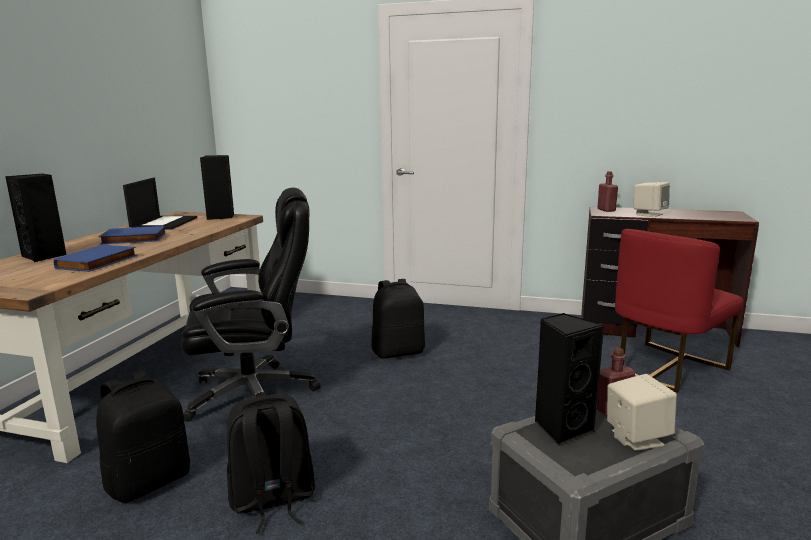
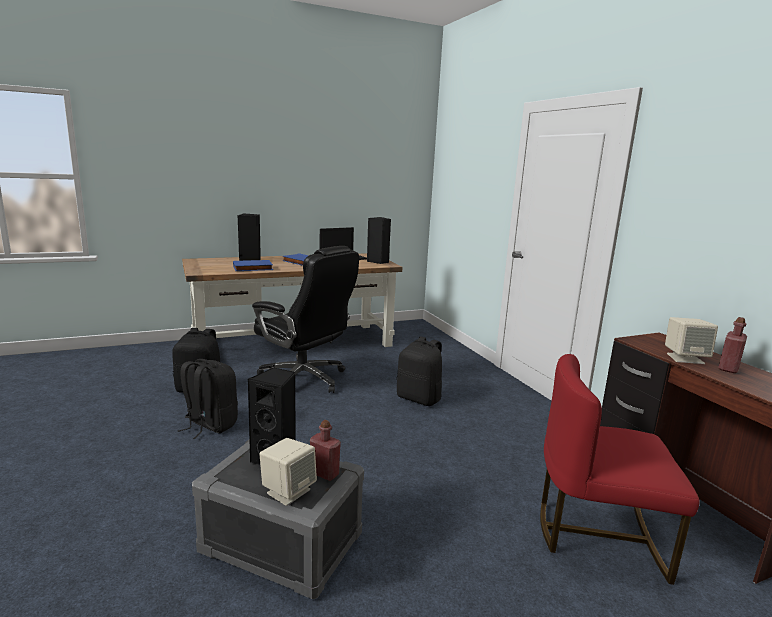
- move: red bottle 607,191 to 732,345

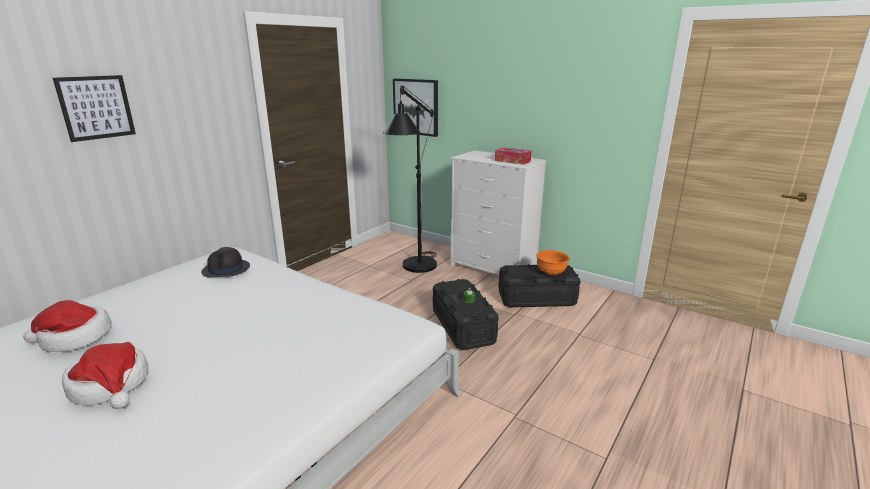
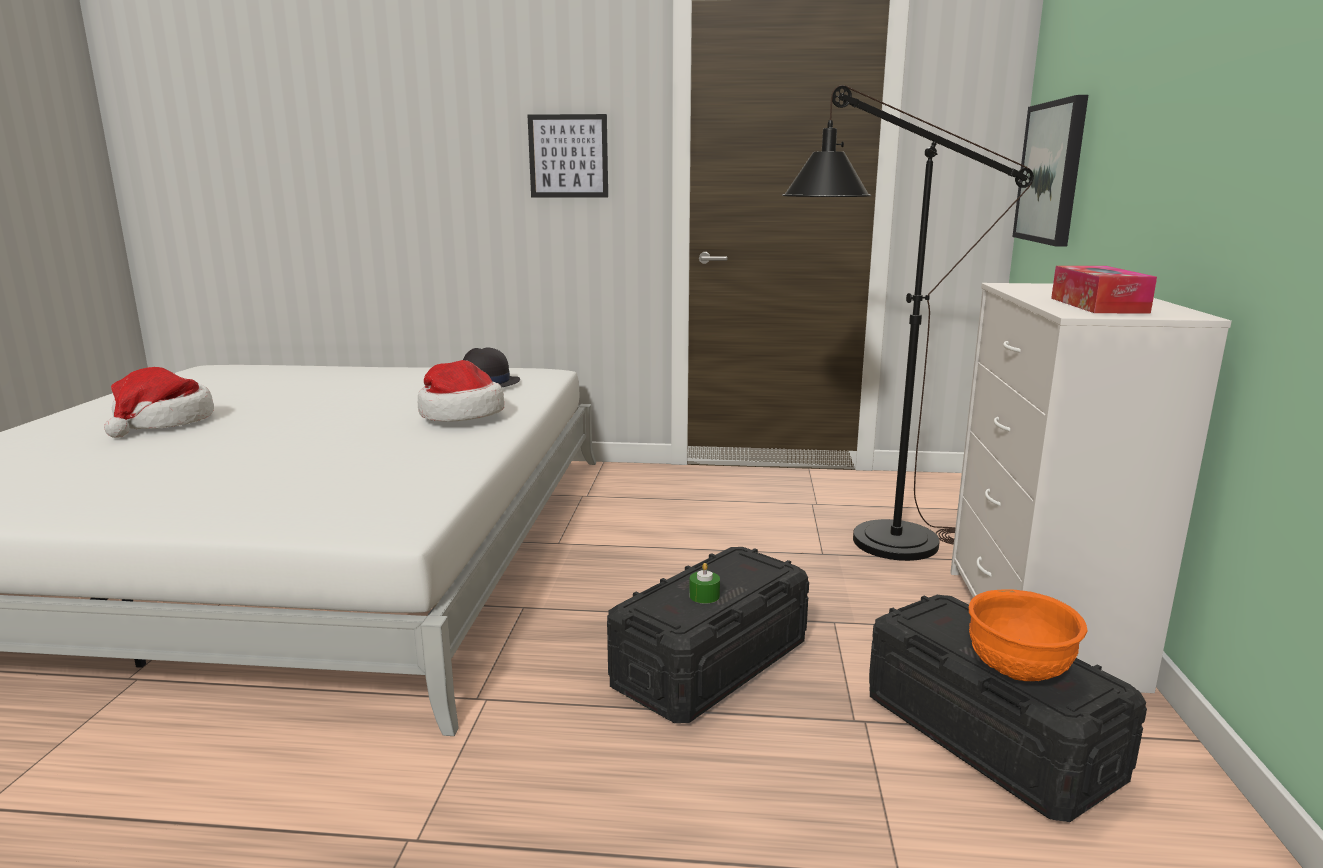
- move: picture 94,108 to 568,156
- move: hat 67,326 to 461,391

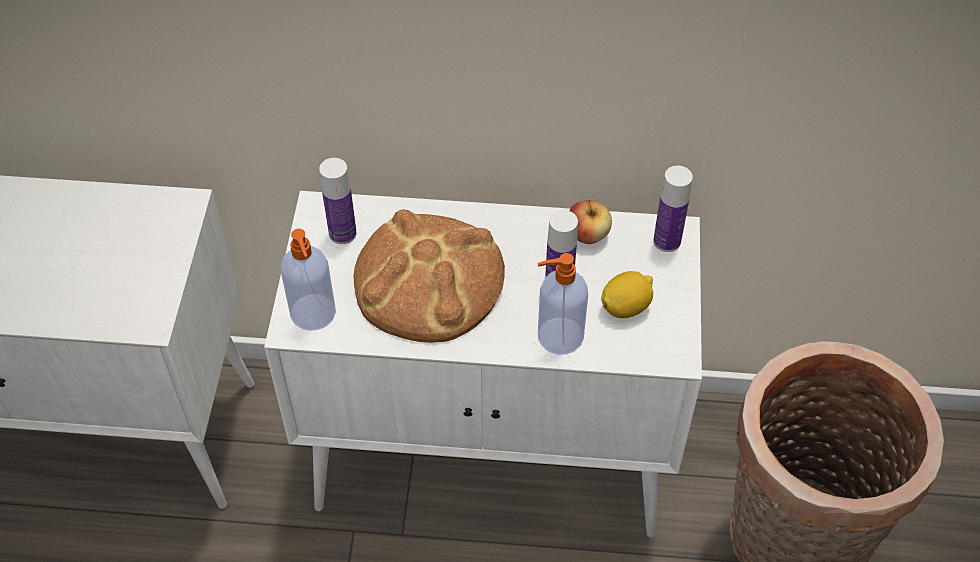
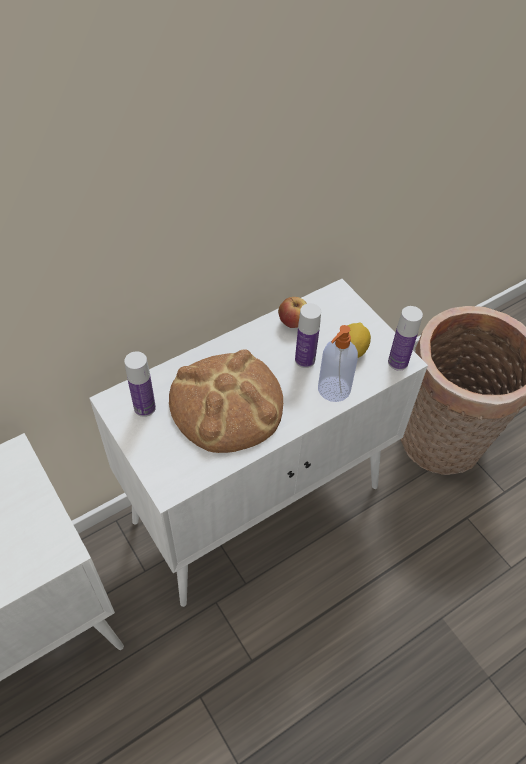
- move: bottle 673,208 to 405,338
- delete: soap dispenser 308,280

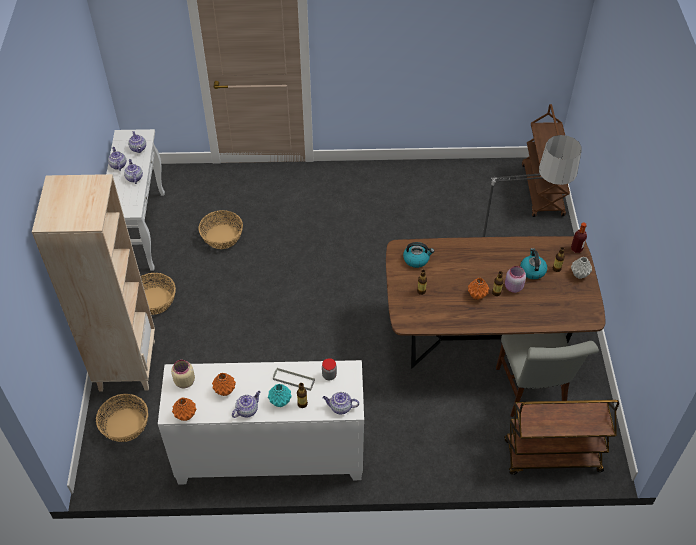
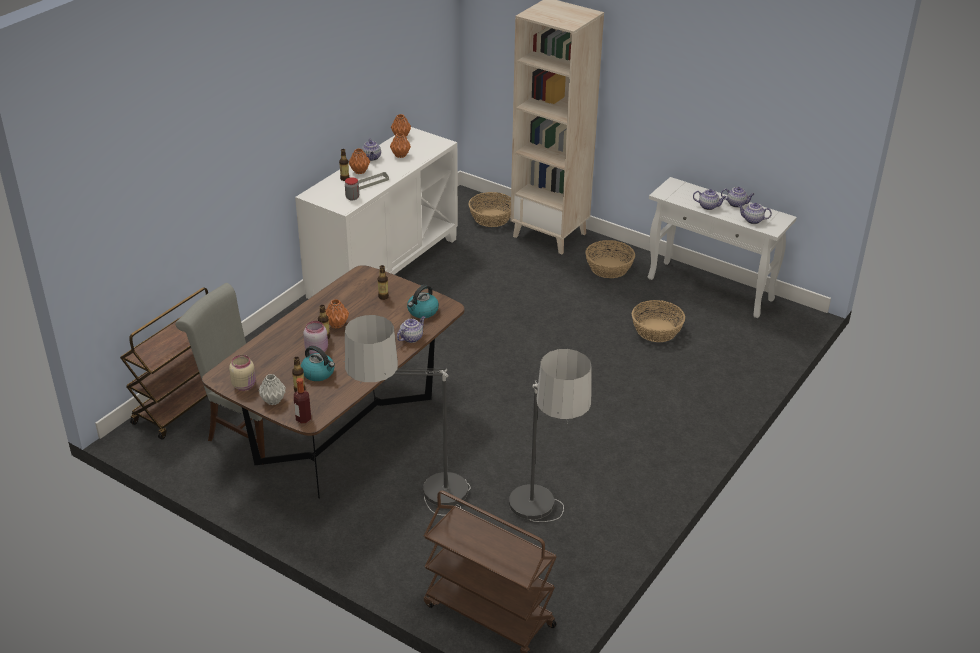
- move: beige jar 183,374 to 242,373
- recolor: turquoise vase 280,395 to orange vase 359,161
- move: teapot 340,403 to 411,329
- insert: floor lamp 550,435

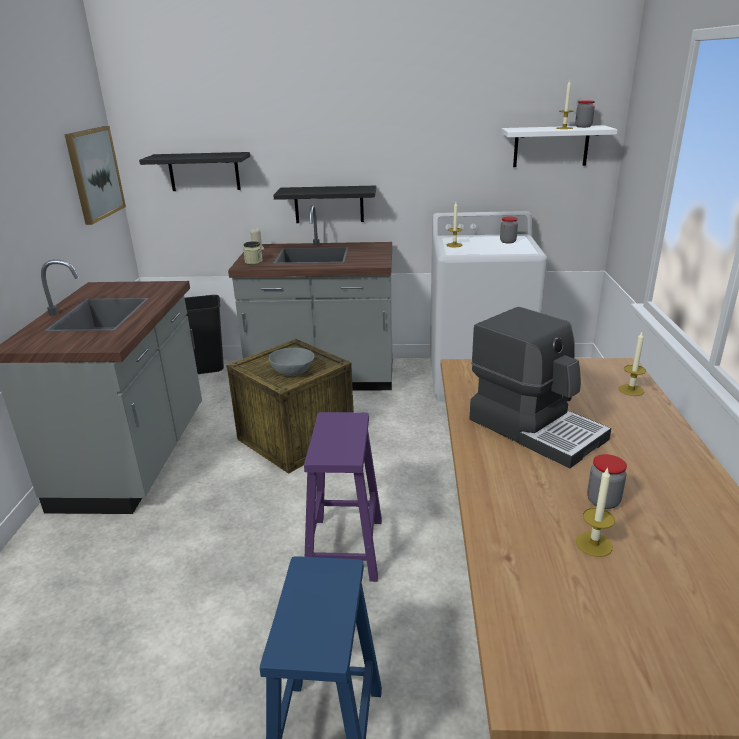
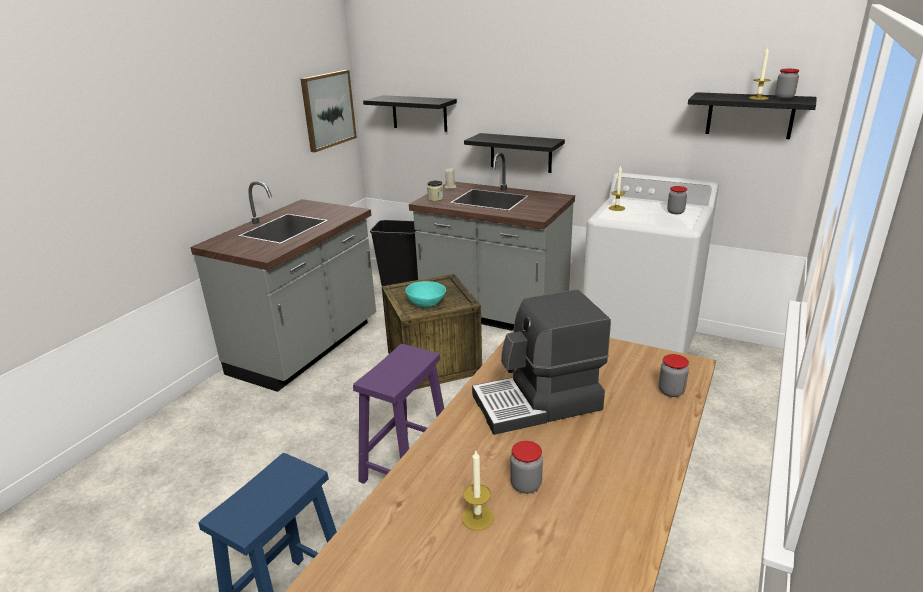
- recolor: white shelf 559,146 to black shelf 752,115
- rotate: coffee machine 540,387 = 541,362 90 degrees clockwise
- replace: candle 632,364 to jar 674,375
- recolor: grey bowl 291,362 to turquoise bowl 425,294

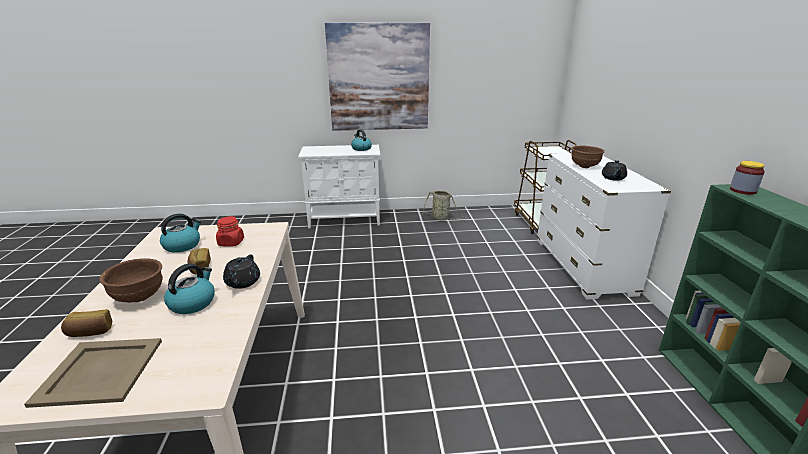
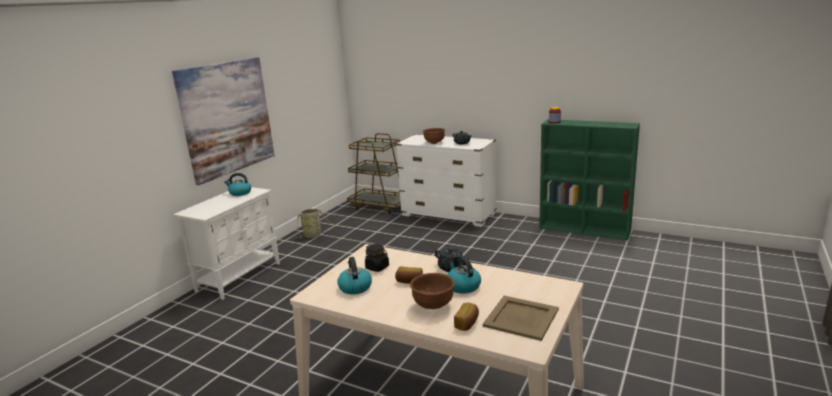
- recolor: red jar 230,231 to black jar 377,258

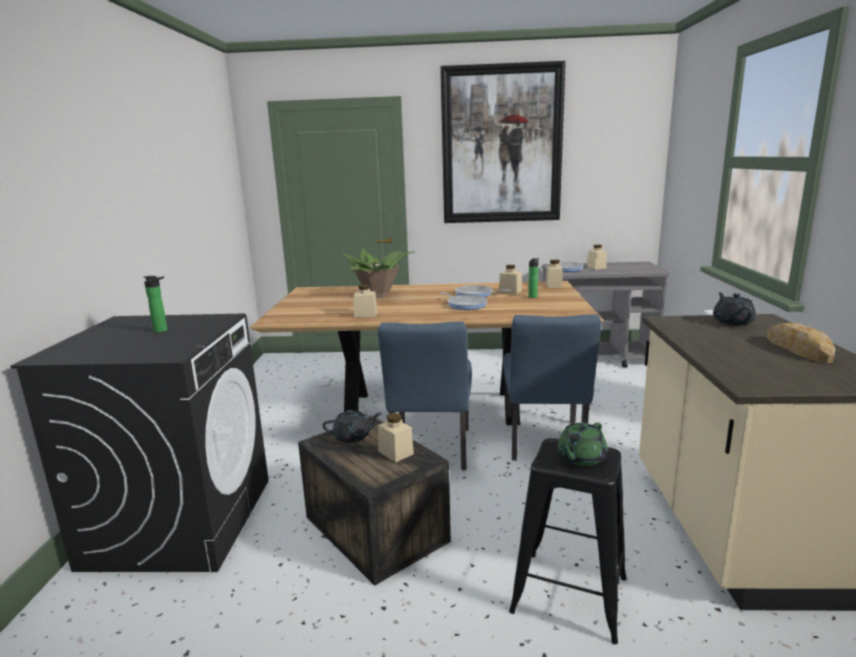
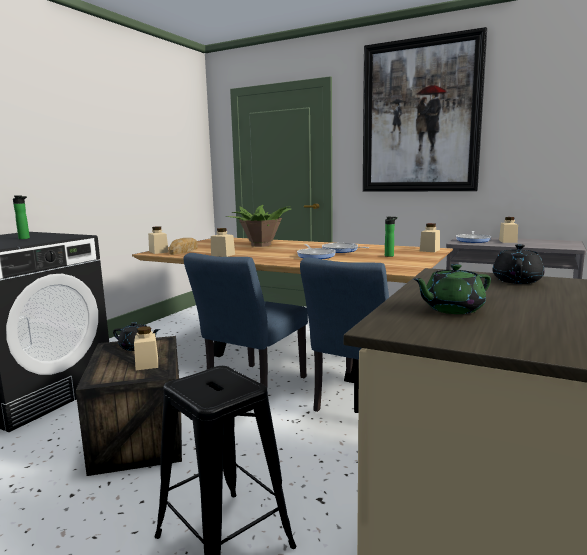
- move: beige jar 510,279 to 158,240
- move: bread 800,343 to 183,246
- move: green teapot 582,444 to 452,289

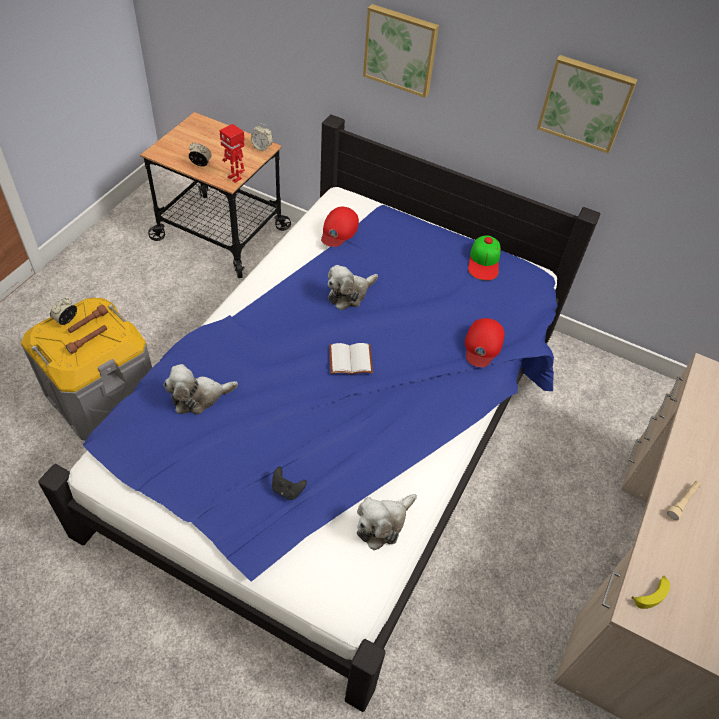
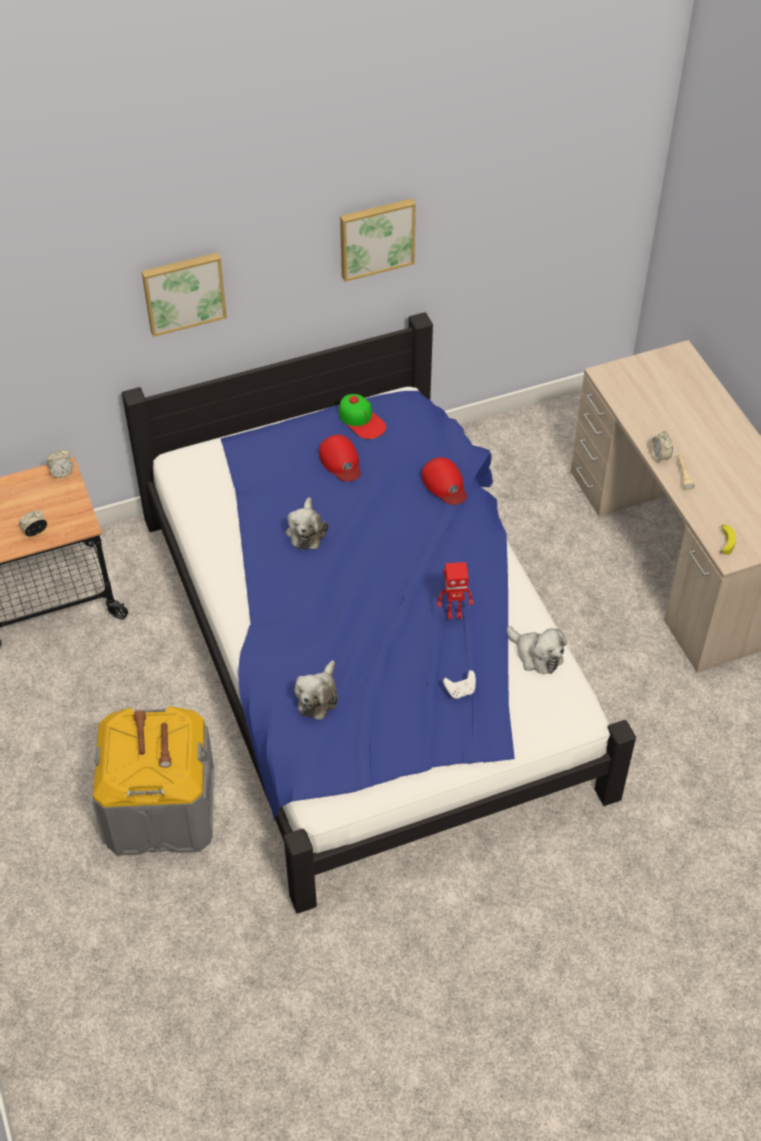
- move: toy robot 232,153 to 455,591
- move: red cap 340,227 to 340,458
- move: alarm clock 63,311 to 661,447
- delete: white book 351,358
- recolor: black game controller 289,483 to white game controller 459,684
- rotate: plush toy 387,522 = 537,650 45 degrees counterclockwise

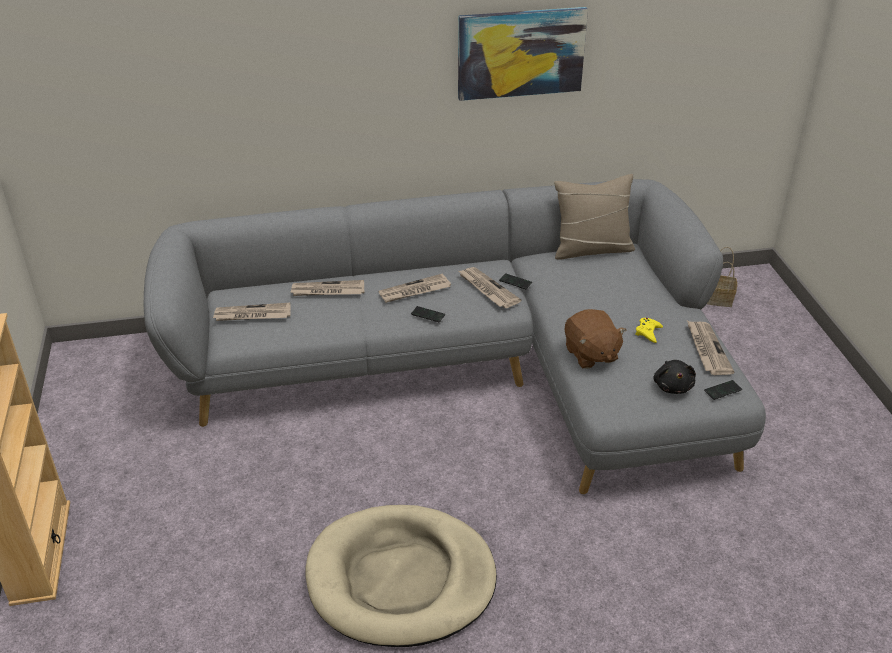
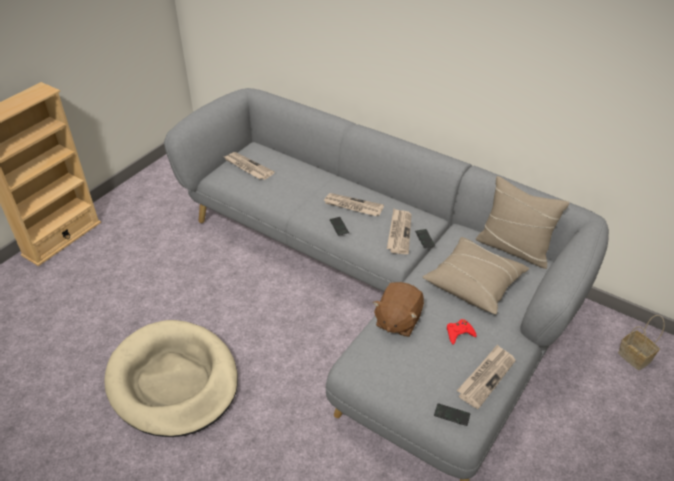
- delete: picture 523,54
- delete: newspaper 327,288
- recolor: yellow game controller 649,330 to red game controller 462,332
- delete: black plush toy 674,377
- insert: beige pillow 476,275

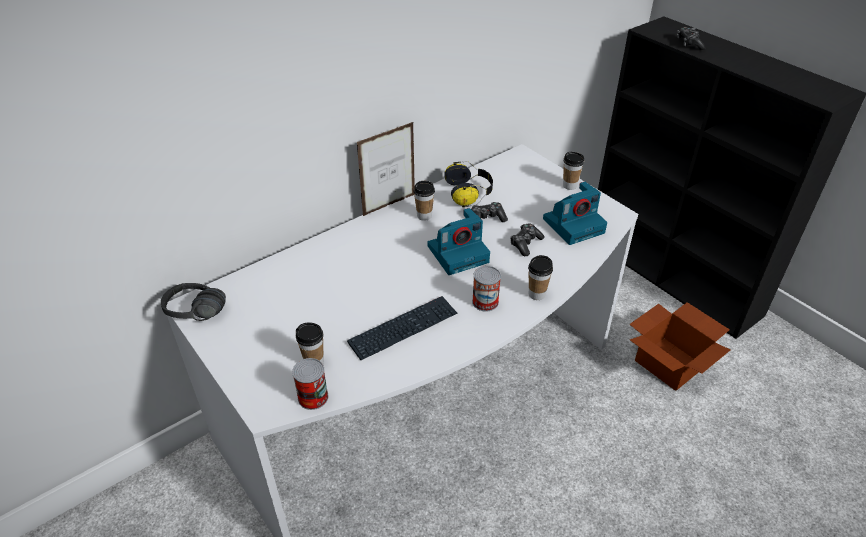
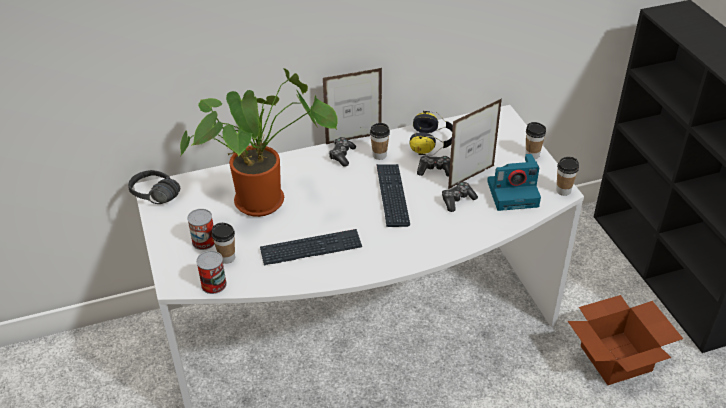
- move: game controller 691,38 to 342,152
- replace: photo camera 458,241 to keyboard 393,195
- move: cup 540,277 to 567,176
- move: can 486,289 to 201,229
- insert: potted plant 259,142
- insert: picture frame 475,143

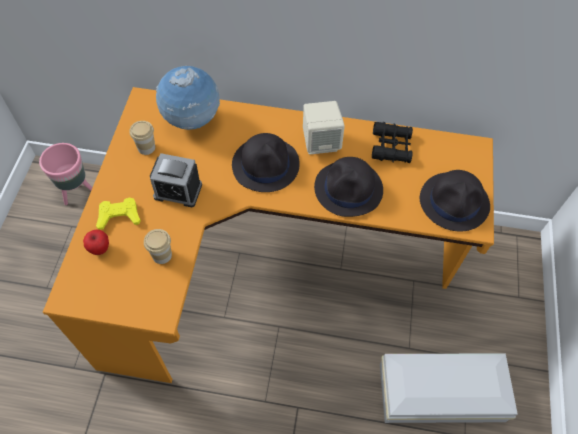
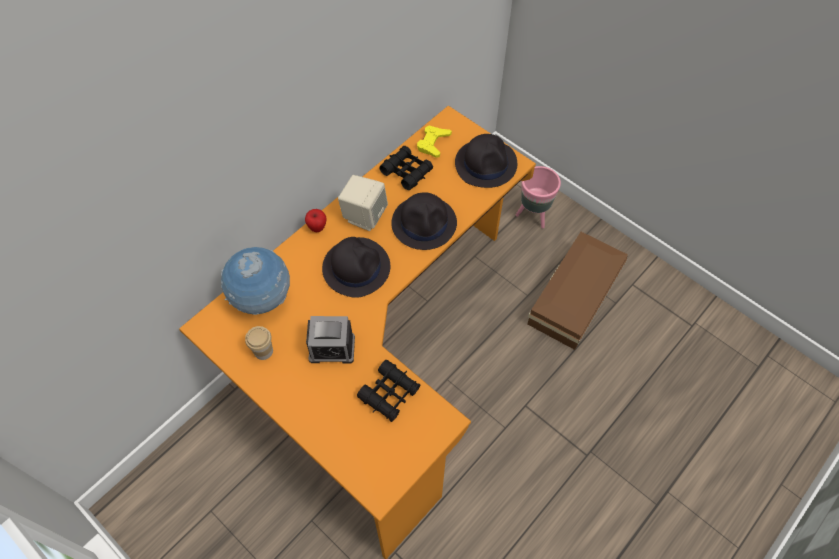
- move: pink planter 66,174 to 538,197
- rotate: alarm clock 176,180 = 330,339 45 degrees clockwise
- move: yellow game controller 118,213 to 434,142
- replace: cup 158,246 to black binoculars 388,391
- move: apple 96,242 to 316,220
- recolor: white storage box 449,388 to brown storage box 578,291

